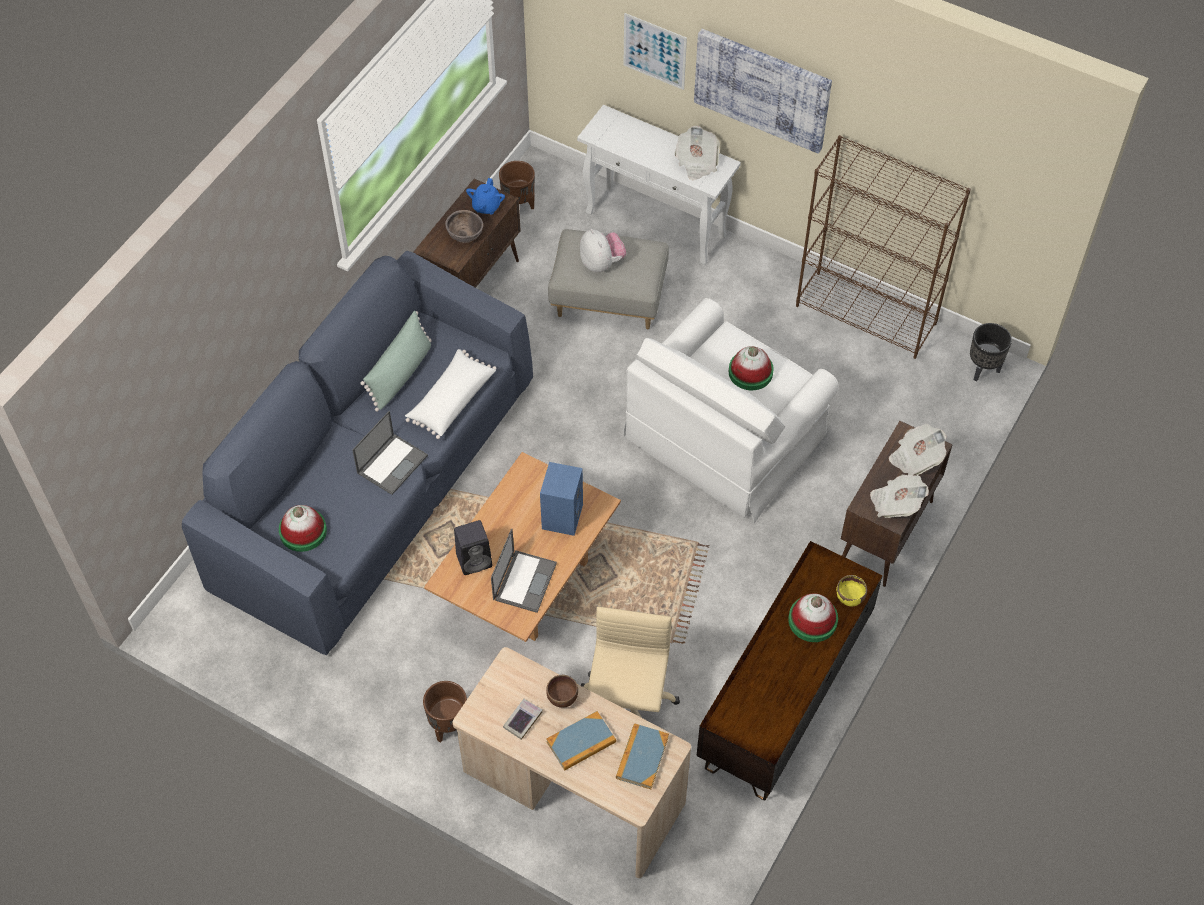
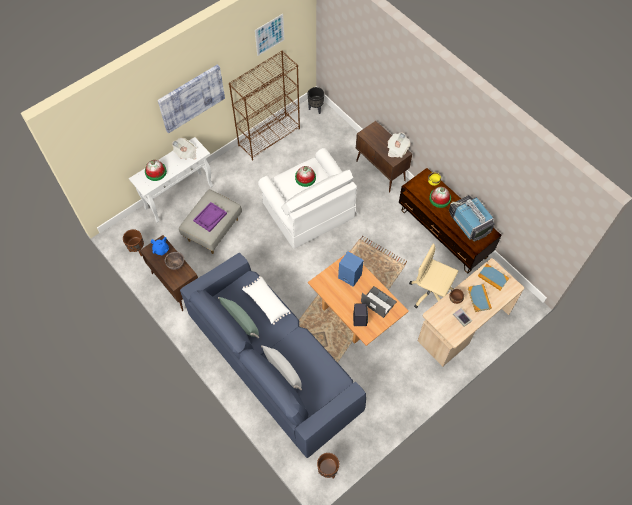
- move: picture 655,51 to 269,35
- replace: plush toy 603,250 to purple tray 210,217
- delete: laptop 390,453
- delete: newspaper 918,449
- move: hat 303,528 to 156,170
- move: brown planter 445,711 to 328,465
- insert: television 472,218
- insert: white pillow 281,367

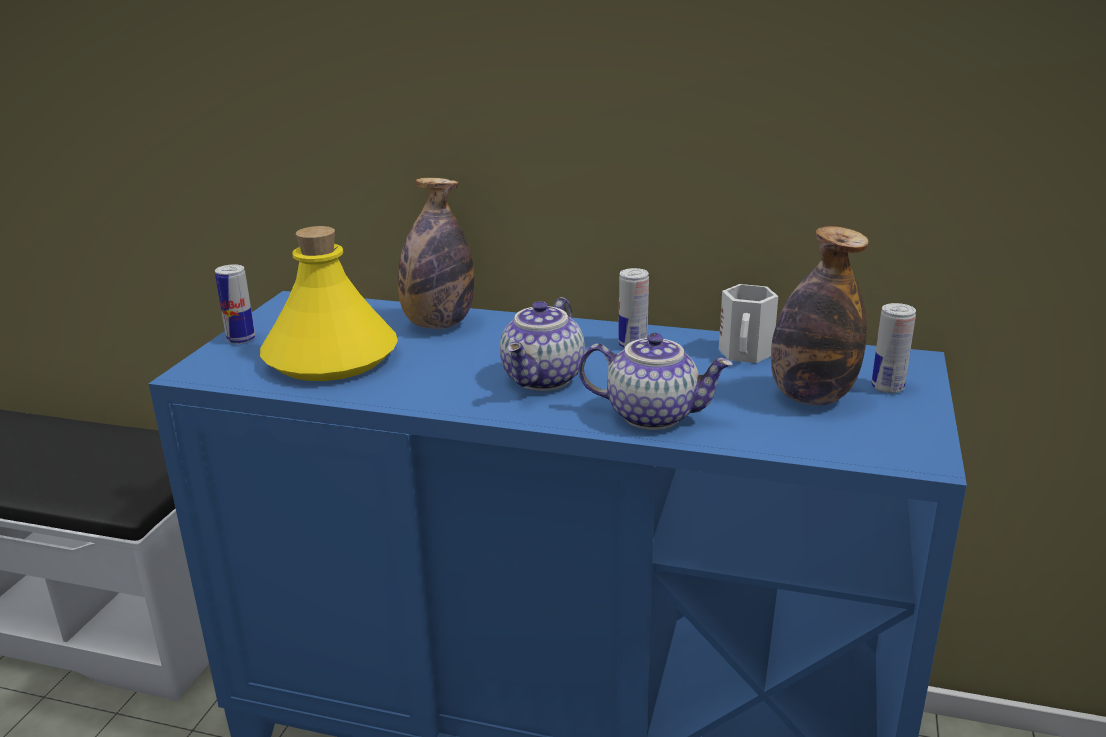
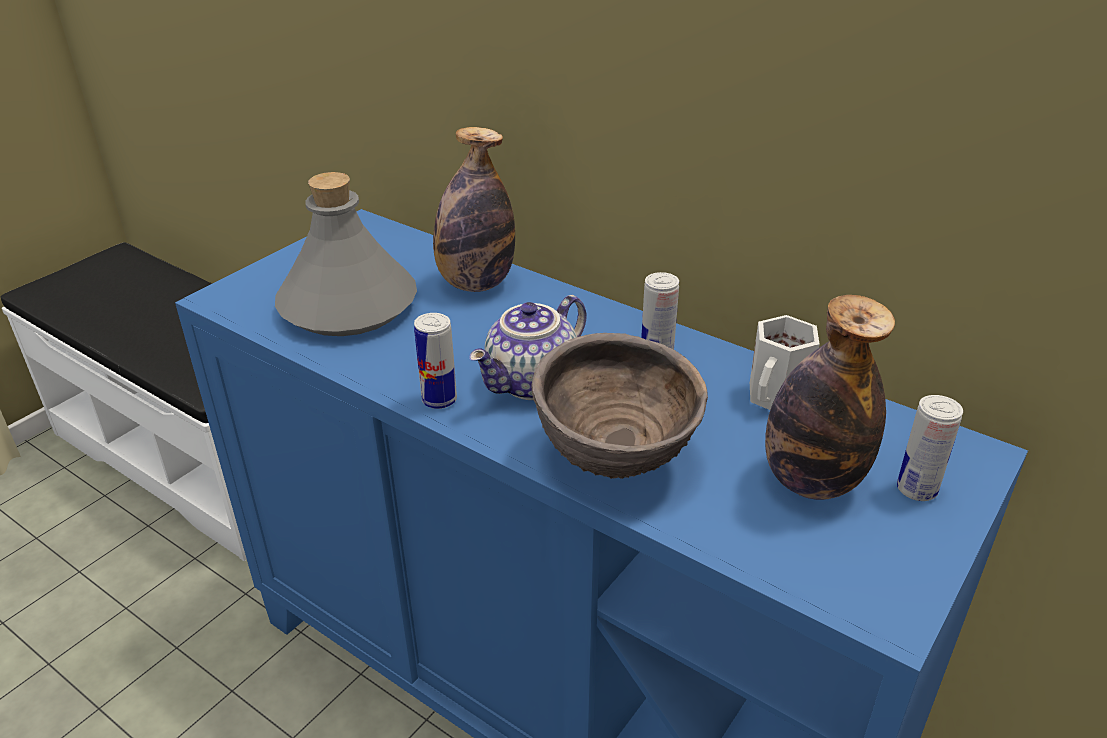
- recolor: yellow bottle 329,303 to grey bottle 346,254
- move: can 235,304 to 435,361
- replace: teapot 655,381 to brown bowl 619,406

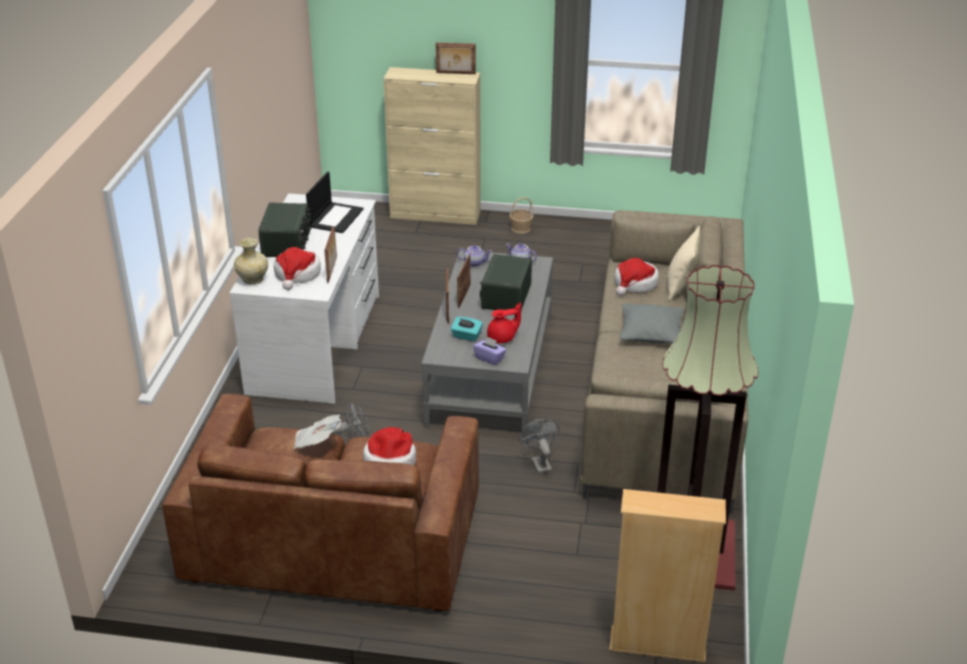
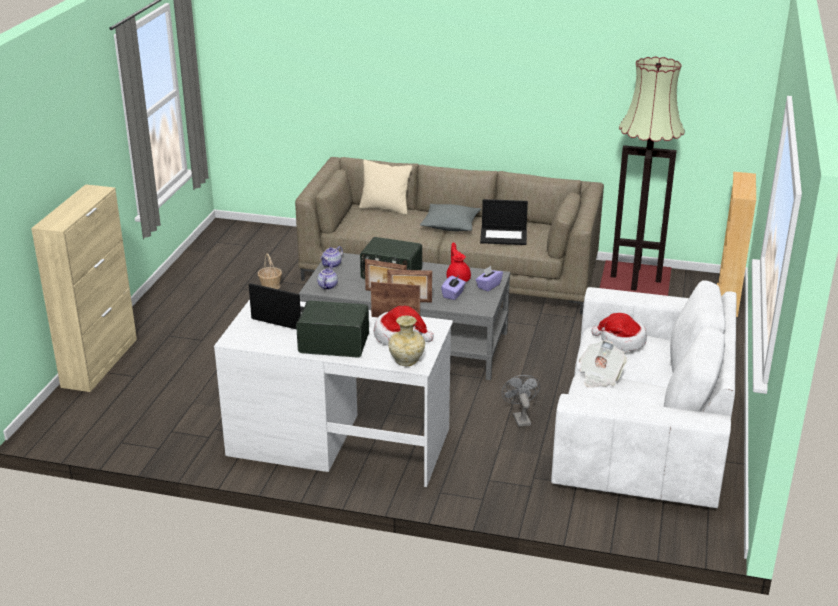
- delete: picture frame 456,58
- move: basket 521,215 to 270,271
- delete: hat 637,277
- recolor: turquoise tissue box 467,329 to purple tissue box 453,288
- recolor: brown sofa 320,503 to white sofa 644,394
- delete: grey fan 539,446
- insert: laptop 504,222

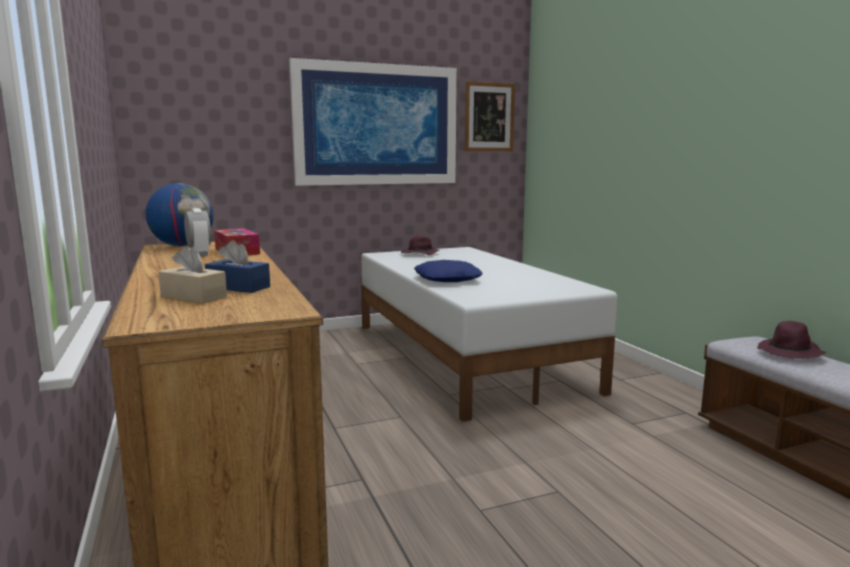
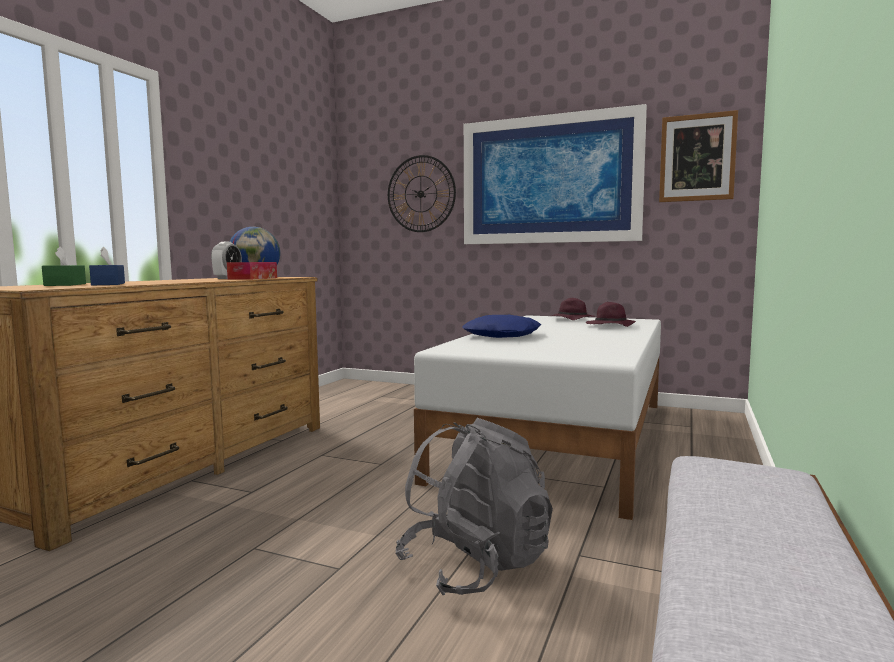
- recolor: beige tissue box 192,275 to green tissue box 64,266
- move: purple hat 791,340 to 611,314
- insert: wall clock 422,193
- insert: grey backpack 474,506

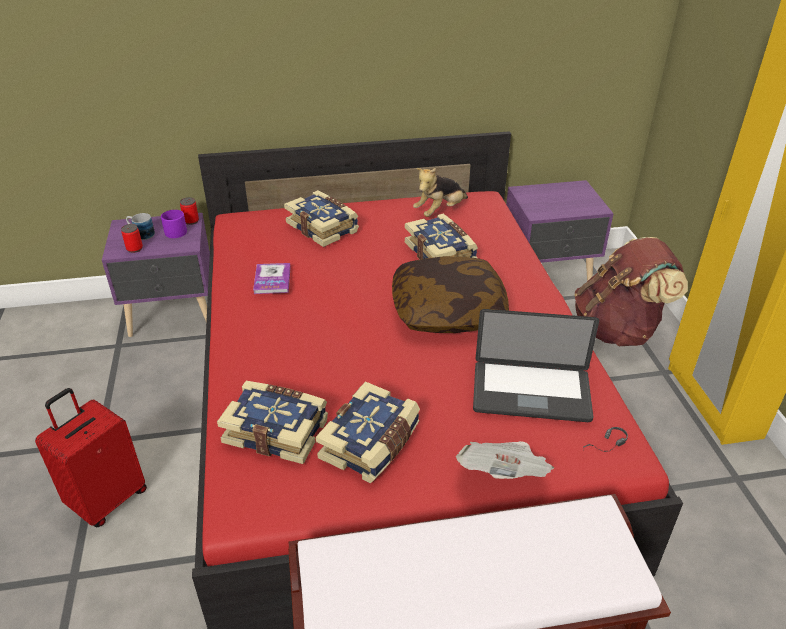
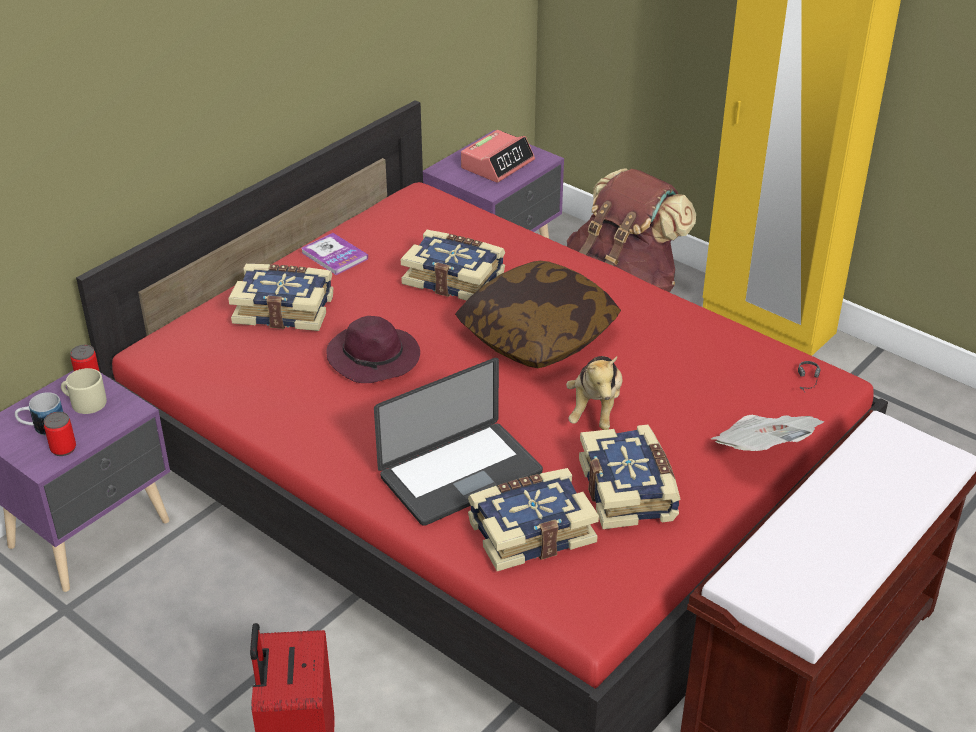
- move: plush toy 440,192 to 594,393
- recolor: purple mug 174,224 to beige mug 84,391
- move: book 272,278 to 334,254
- move: laptop 536,365 to 458,442
- insert: alarm clock 498,156
- insert: purple hat 373,349

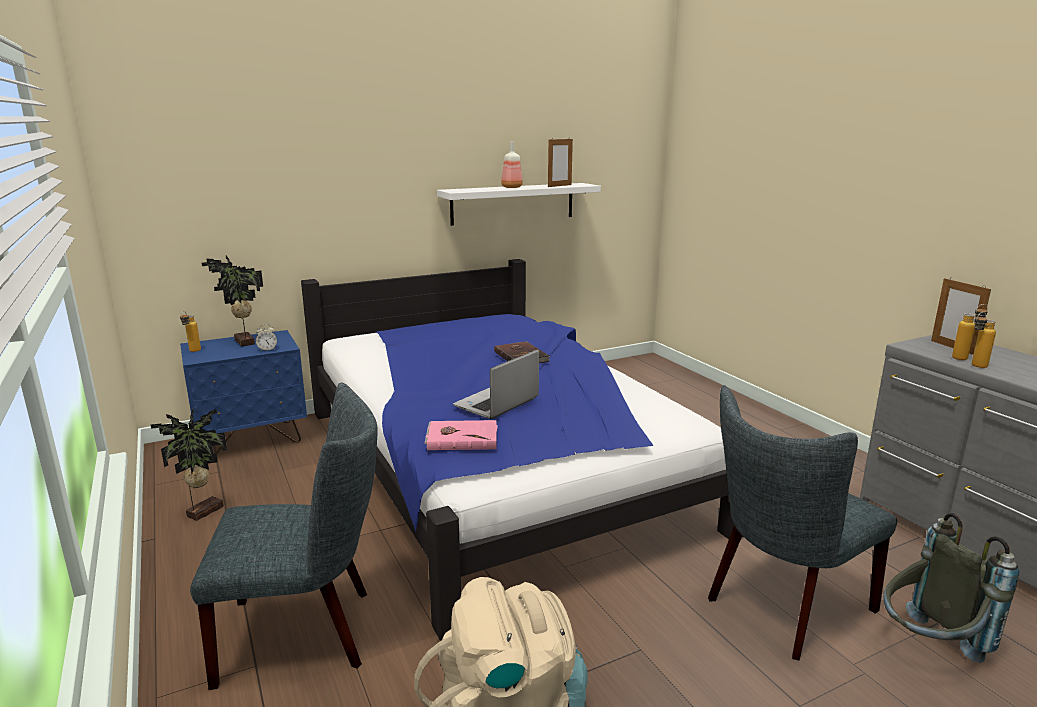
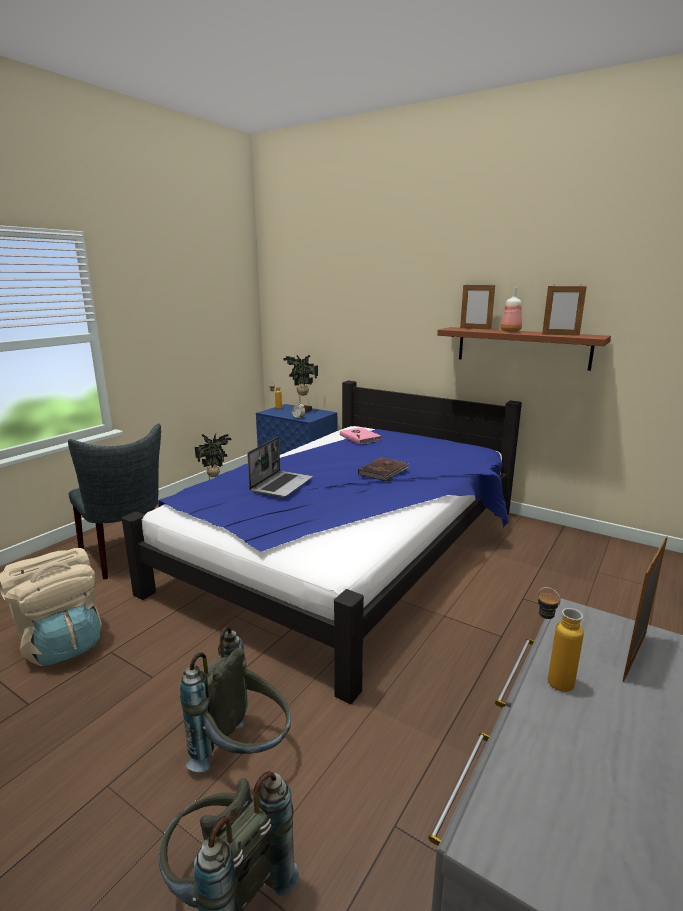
- recolor: white shelf 519,204 to brown shelf 524,349
- delete: bottle 970,332
- rotate: laptop 496,384 = 280,467 105 degrees clockwise
- replace: grey chair 802,523 to grey backpack 235,699
- move: pink book 461,435 to 361,436
- insert: picture frame 477,306

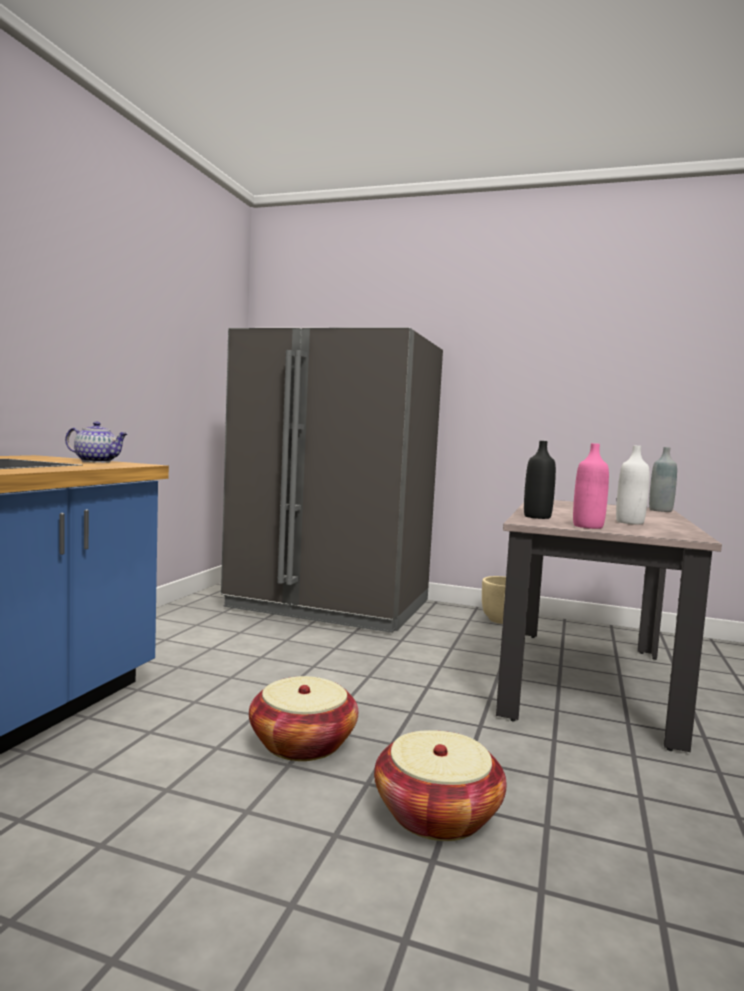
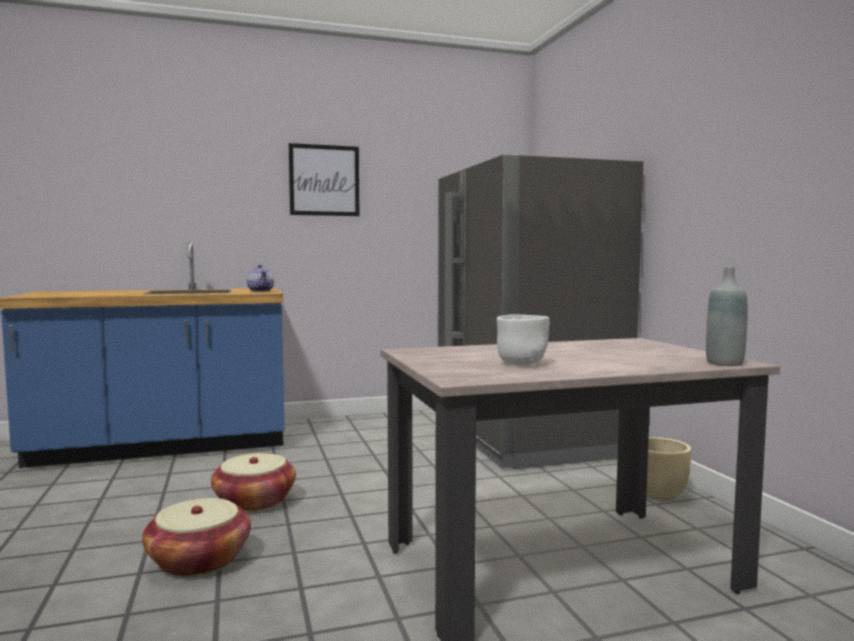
- delete: black bottle 540,480
- delete: pink bottle 591,486
- replace: white bottle 632,485 to white bowl 523,340
- insert: picture 324,179

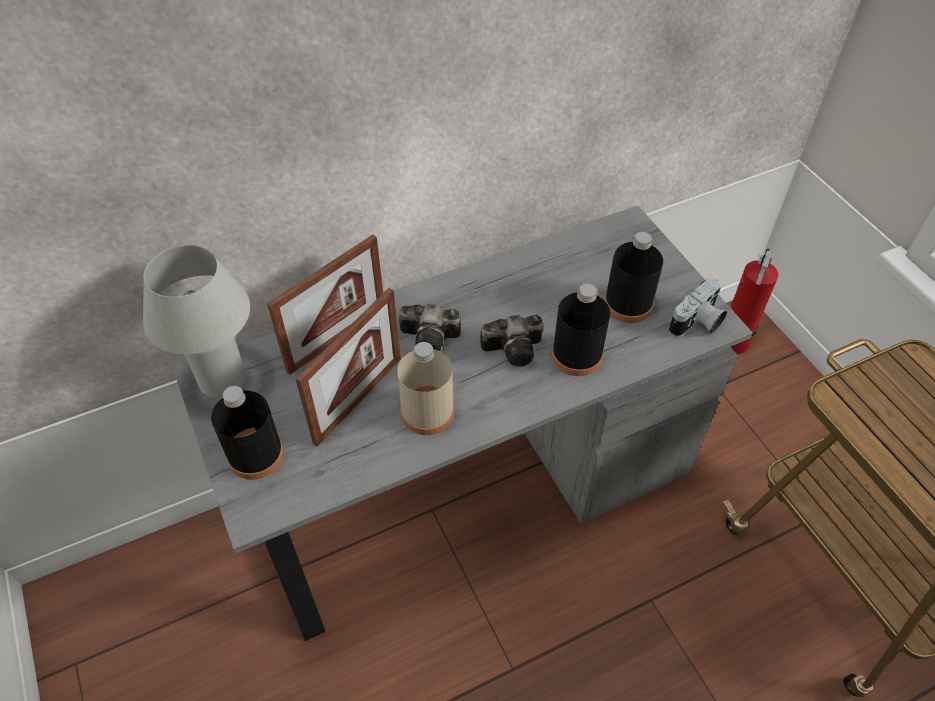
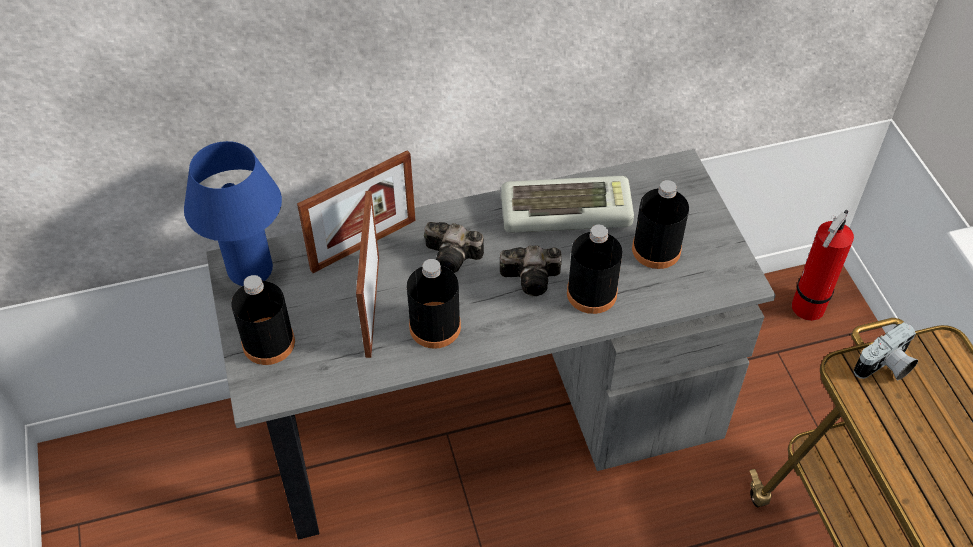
- recolor: white table lamp 196,322 to blue table lamp 233,213
- move: photo camera 698,307 to 886,351
- rotate: picture frame 348,367 = 367,274 135 degrees clockwise
- recolor: beige bottle 425,388 to black bottle 434,304
- insert: keyboard 567,204

